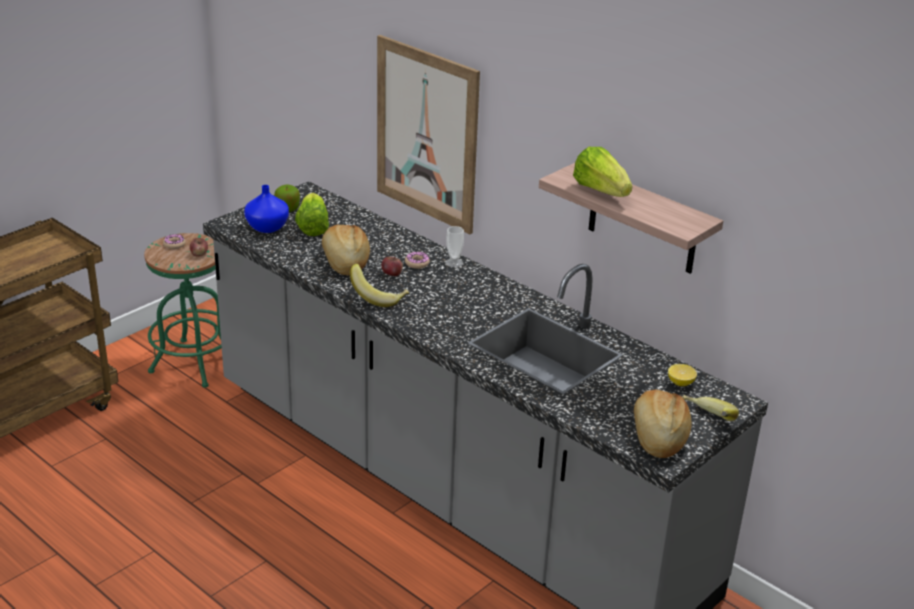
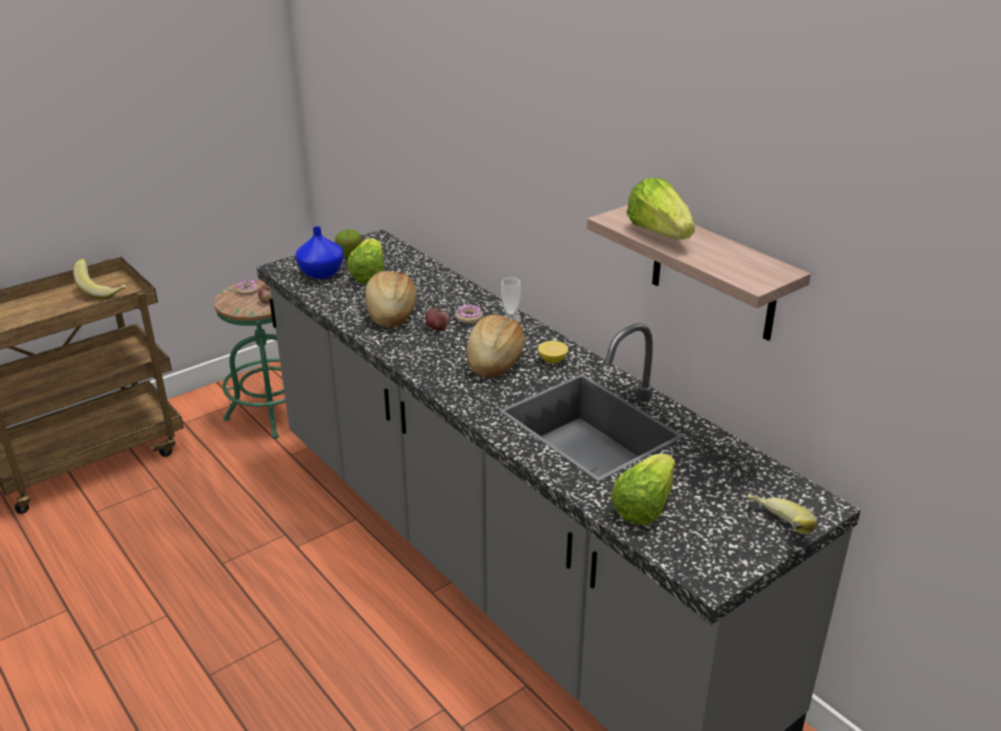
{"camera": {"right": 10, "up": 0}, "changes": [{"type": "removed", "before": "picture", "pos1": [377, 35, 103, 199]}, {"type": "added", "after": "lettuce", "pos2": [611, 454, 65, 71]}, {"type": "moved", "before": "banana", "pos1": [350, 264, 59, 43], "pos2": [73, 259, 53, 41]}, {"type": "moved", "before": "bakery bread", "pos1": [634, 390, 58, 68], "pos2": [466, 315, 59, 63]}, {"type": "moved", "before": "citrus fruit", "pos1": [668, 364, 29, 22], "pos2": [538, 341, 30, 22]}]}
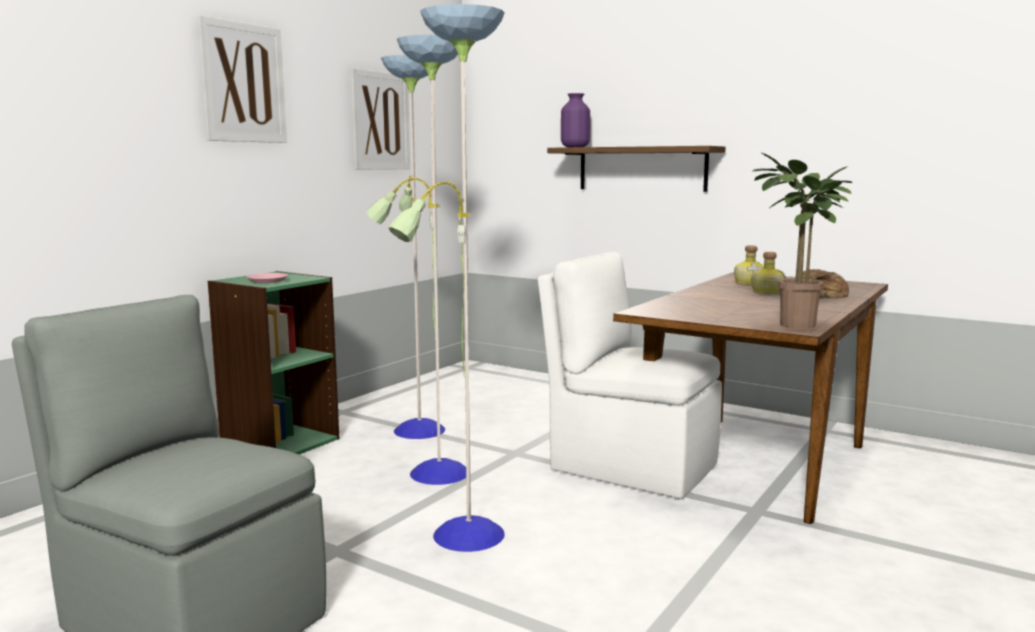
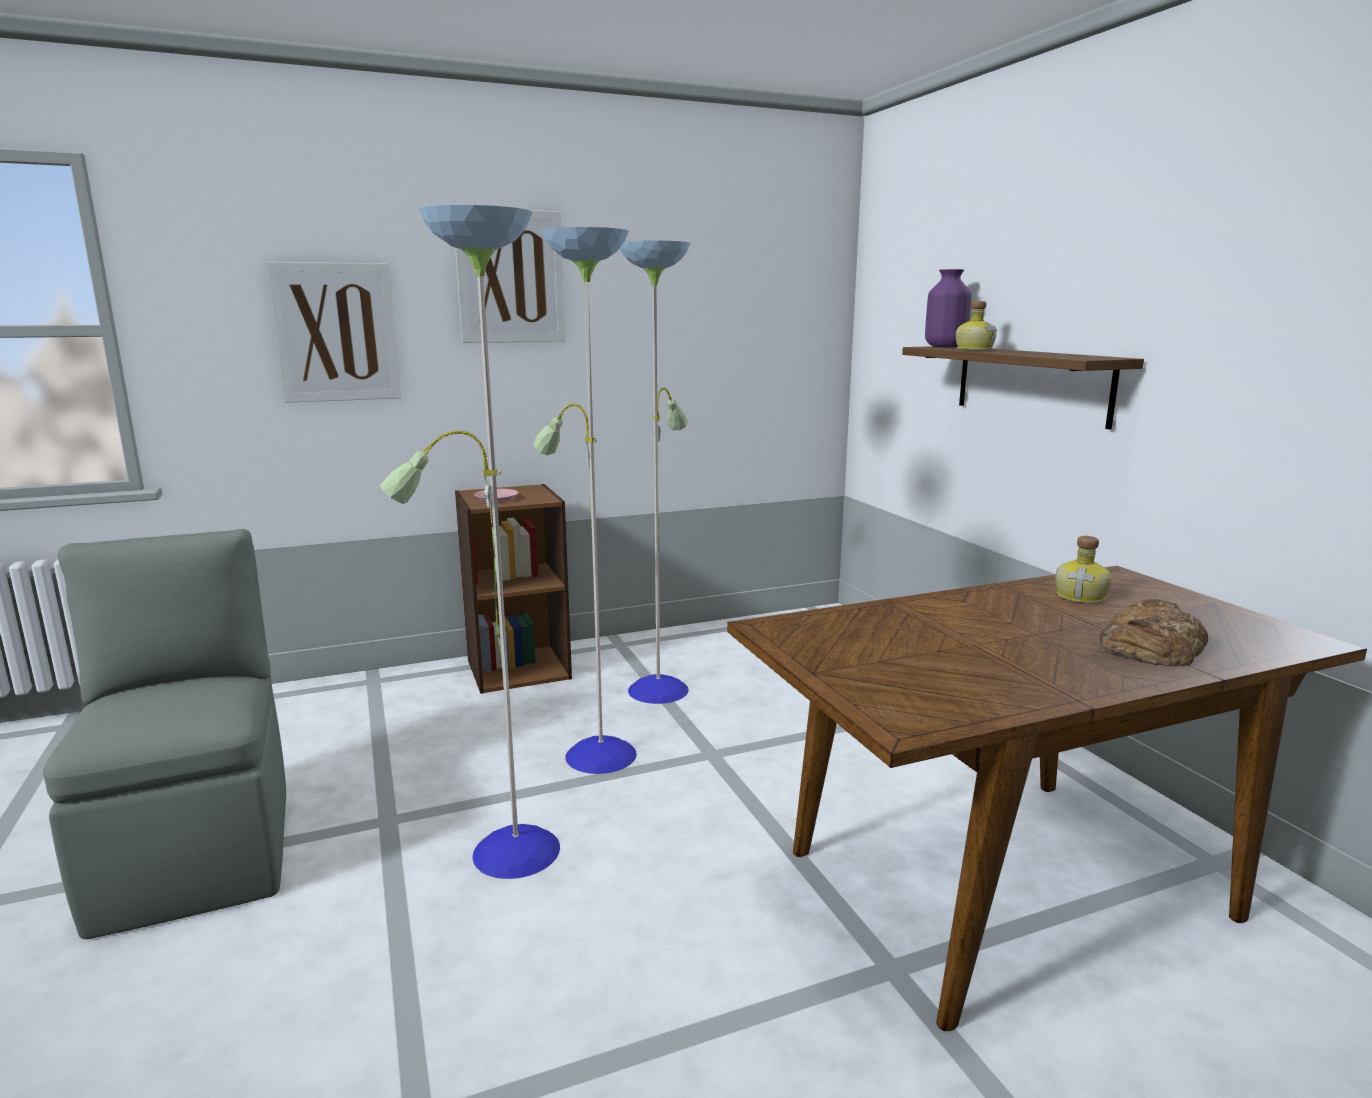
{"camera": {"right": 35, "up": 5}, "changes": [{"type": "removed", "before": "plain chair/whitish", "pos1": [538, 252, 184, 247]}, {"type": "removed", "before": "potted plant", "pos1": [753, 152, 99, 177]}, {"type": "moved", "before": "picture", "pos1": [350, 68, 60, 102], "pos2": [267, 262, 134, 141]}, {"type": "moved", "before": "beverage bottle", "pos1": [751, 252, 35, 42], "pos2": [956, 301, 41, 49]}, {"type": "recoloured", "before": "bookshelf/green", "after": "bookshelf/brownish", "pos1": [208, 271, 131, 184], "pos2": [455, 484, 117, 210]}]}
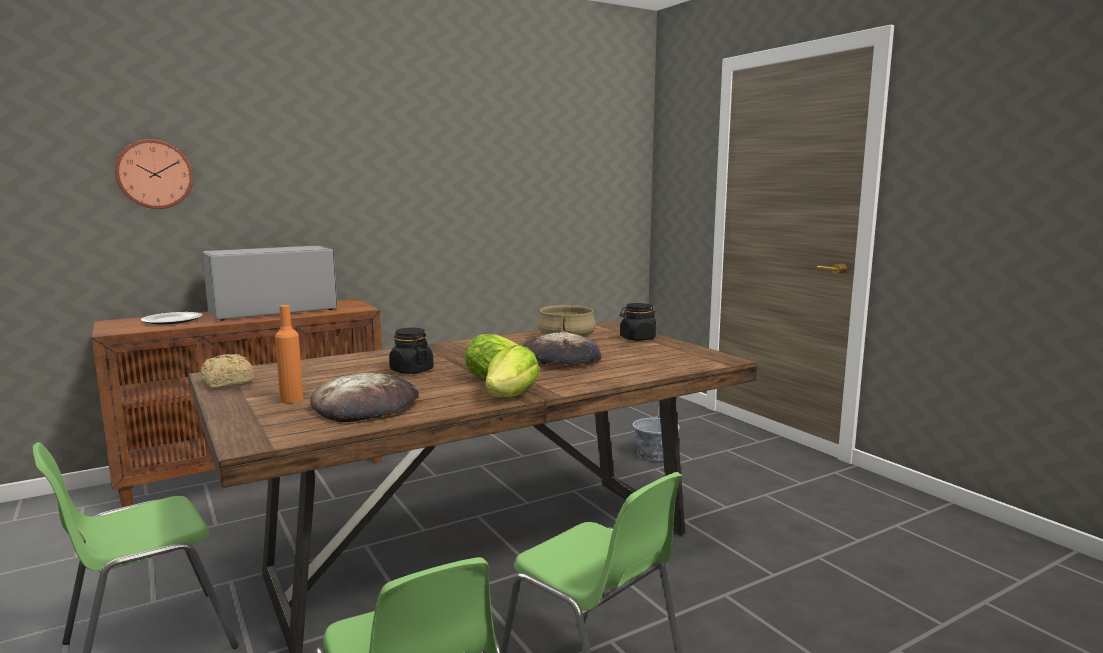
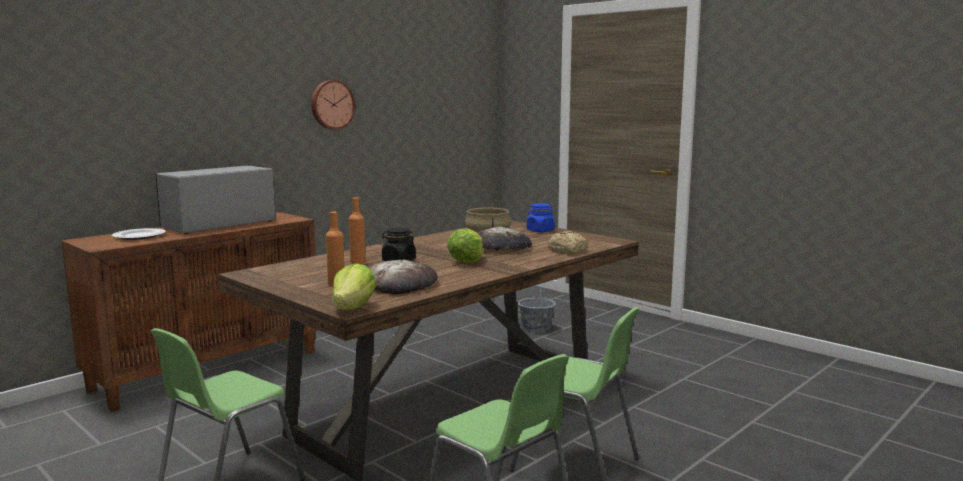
{"camera": {"right": -15, "up": 0}, "changes": [{"type": "added", "after": "beverage bottle/orangey", "pos2": [349, 197, 17, 67]}, {"type": "moved", "before": "hanging clock", "pos1": [115, 139, 78, 70], "pos2": [311, 80, 44, 50]}, {"type": "moved", "before": "bakery bread", "pos1": [200, 354, 56, 35], "pos2": [548, 231, 40, 23]}, {"type": "moved", "before": "lettuce", "pos1": [485, 345, 55, 52], "pos2": [332, 263, 44, 47]}, {"type": "recoloured", "before": "preserve jar/black-coloured", "after": "preserve jar/blue-coloured", "pos1": [619, 303, 37, 38], "pos2": [527, 203, 28, 29]}]}
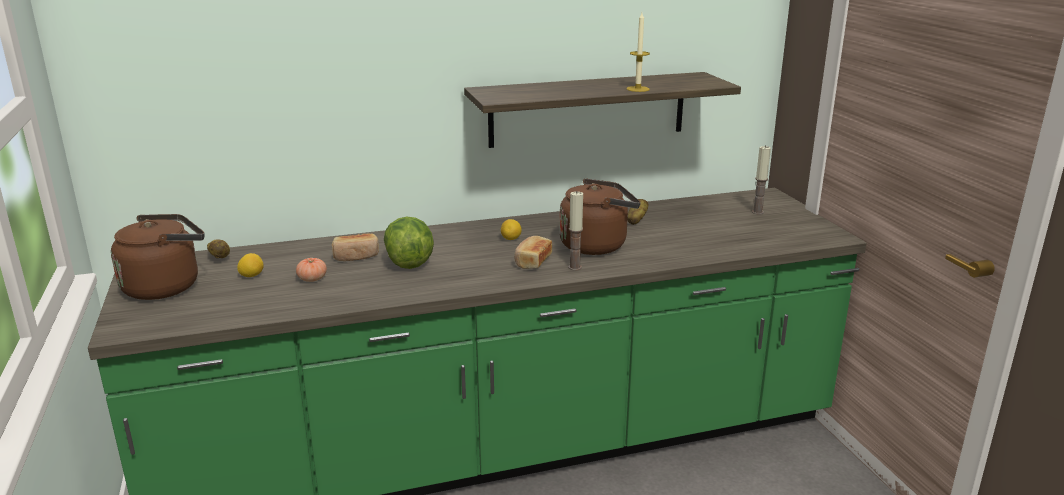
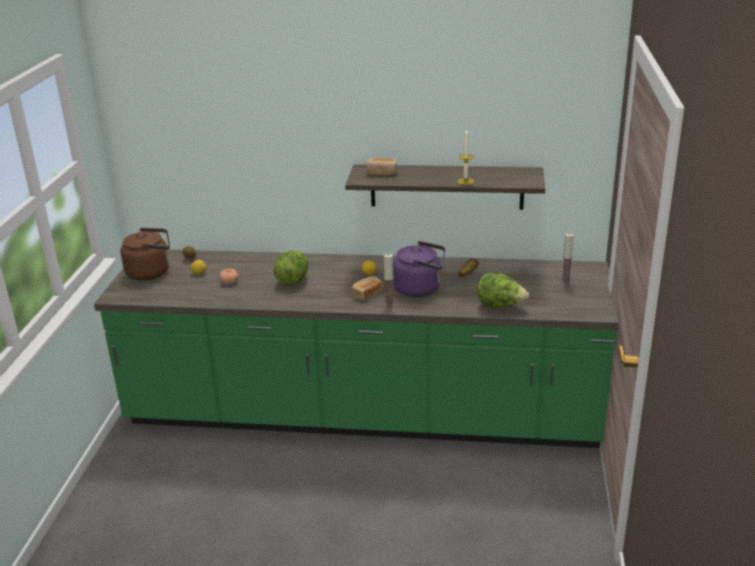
{"camera": {"right": 25, "up": 5}, "changes": [{"type": "added", "after": "lettuce", "pos2": [477, 273, 52, 35]}, {"type": "moved", "before": "bakery bread", "pos1": [332, 233, 47, 28], "pos2": [366, 158, 31, 18]}, {"type": "recoloured", "before": "water kettle/brownish", "after": "water kettle/purple-coloured", "pos1": [559, 179, 82, 76], "pos2": [393, 241, 52, 56]}]}
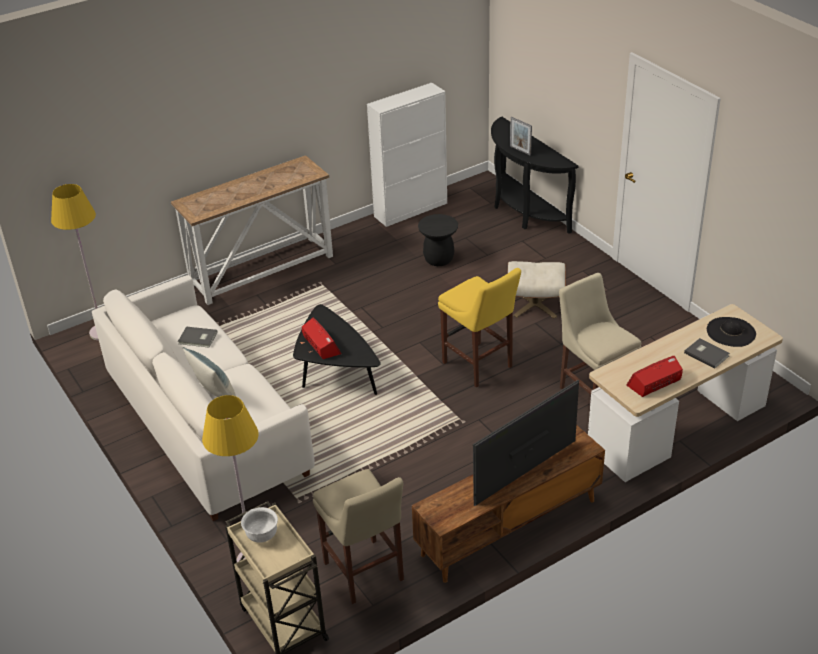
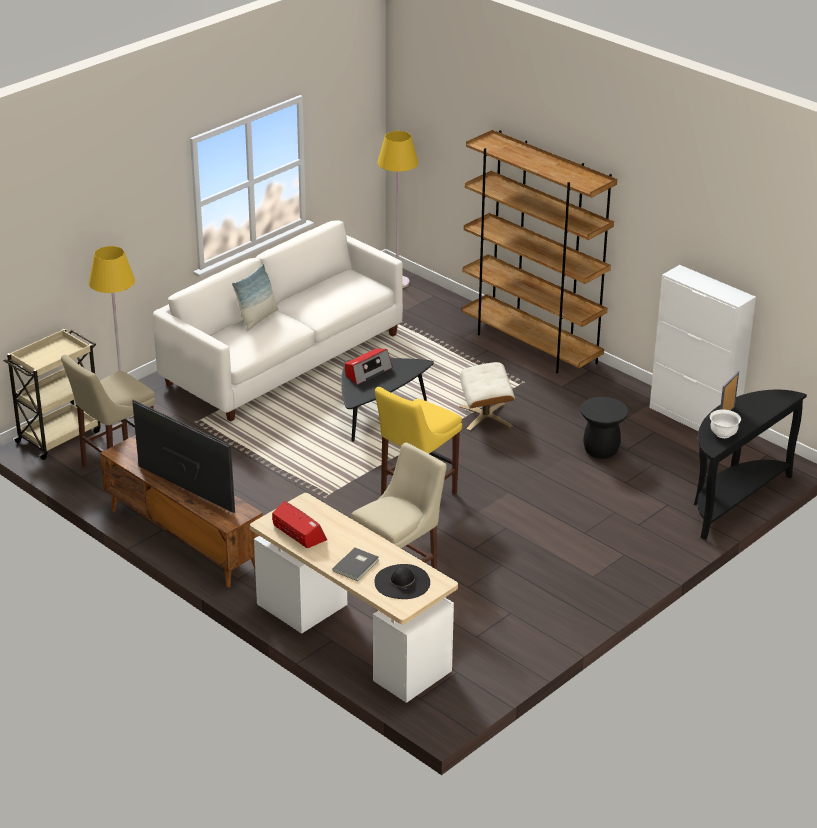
{"camera": {"right": 75, "up": -5}, "changes": [{"type": "removed", "before": "book/greyish", "pos1": [178, 327, 40, 21]}, {"type": "moved", "before": "bowl/whitish", "pos1": [241, 507, 37, 36], "pos2": [710, 410, 31, 28]}, {"type": "moved", "before": "footrest/sand-coloured", "pos1": [507, 261, 59, 57], "pos2": [460, 362, 55, 69]}, {"type": "replaced", "before": "hall table", "after": "bookshelf/brownish", "pos1": [171, 155, 162, 150], "pos2": [461, 130, 156, 243]}]}
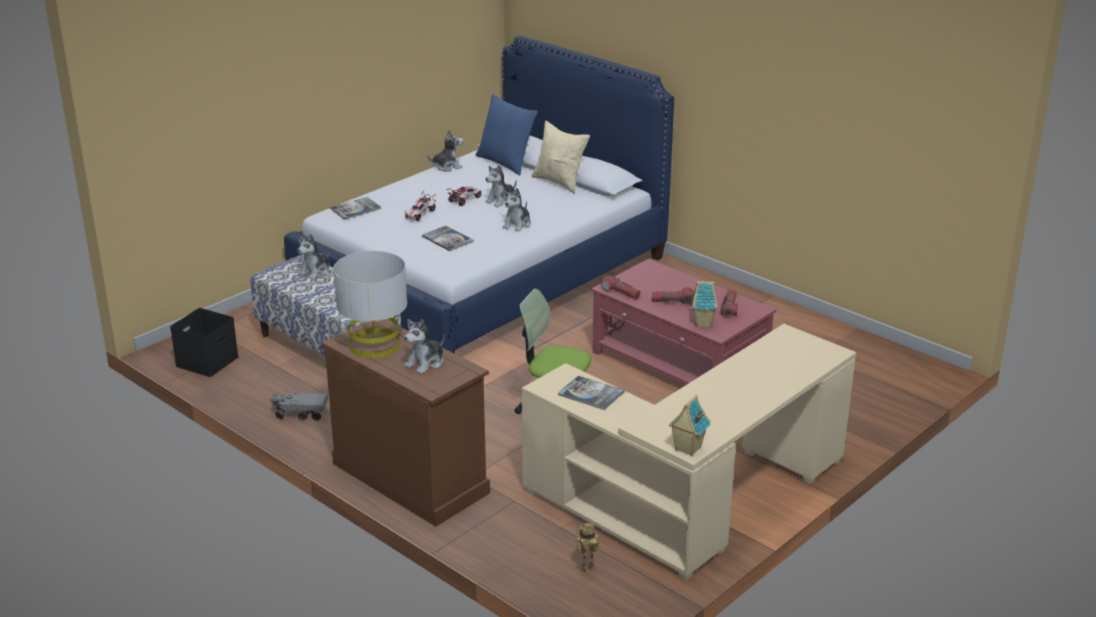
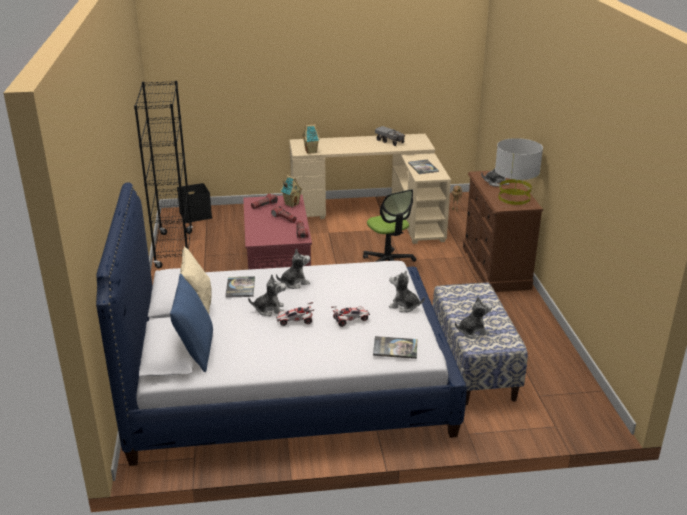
{"camera": {"right": -140, "up": 0}, "changes": [{"type": "added", "after": "bookshelf/black-coloured", "pos2": [134, 81, 59, 187]}, {"type": "moved", "before": "storage box/black-coloured", "pos1": [170, 308, 69, 69], "pos2": [177, 183, 35, 40]}, {"type": "moved", "before": "toy truck", "pos1": [270, 392, 58, 29], "pos2": [375, 126, 30, 20]}, {"type": "moved", "before": "book", "pos1": [422, 226, 52, 25], "pos2": [225, 276, 30, 22]}, {"type": "moved", "before": "soft toy", "pos1": [427, 130, 36, 41], "pos2": [389, 271, 36, 41]}, {"type": "moved", "before": "toy house", "pos1": [669, 395, 42, 61], "pos2": [302, 124, 18, 30]}]}
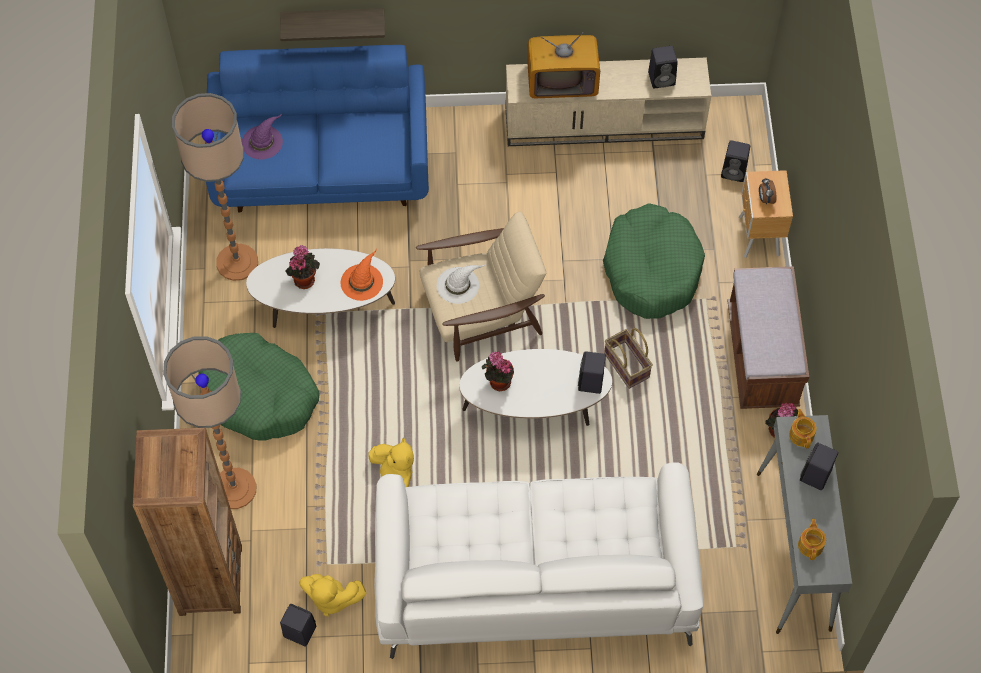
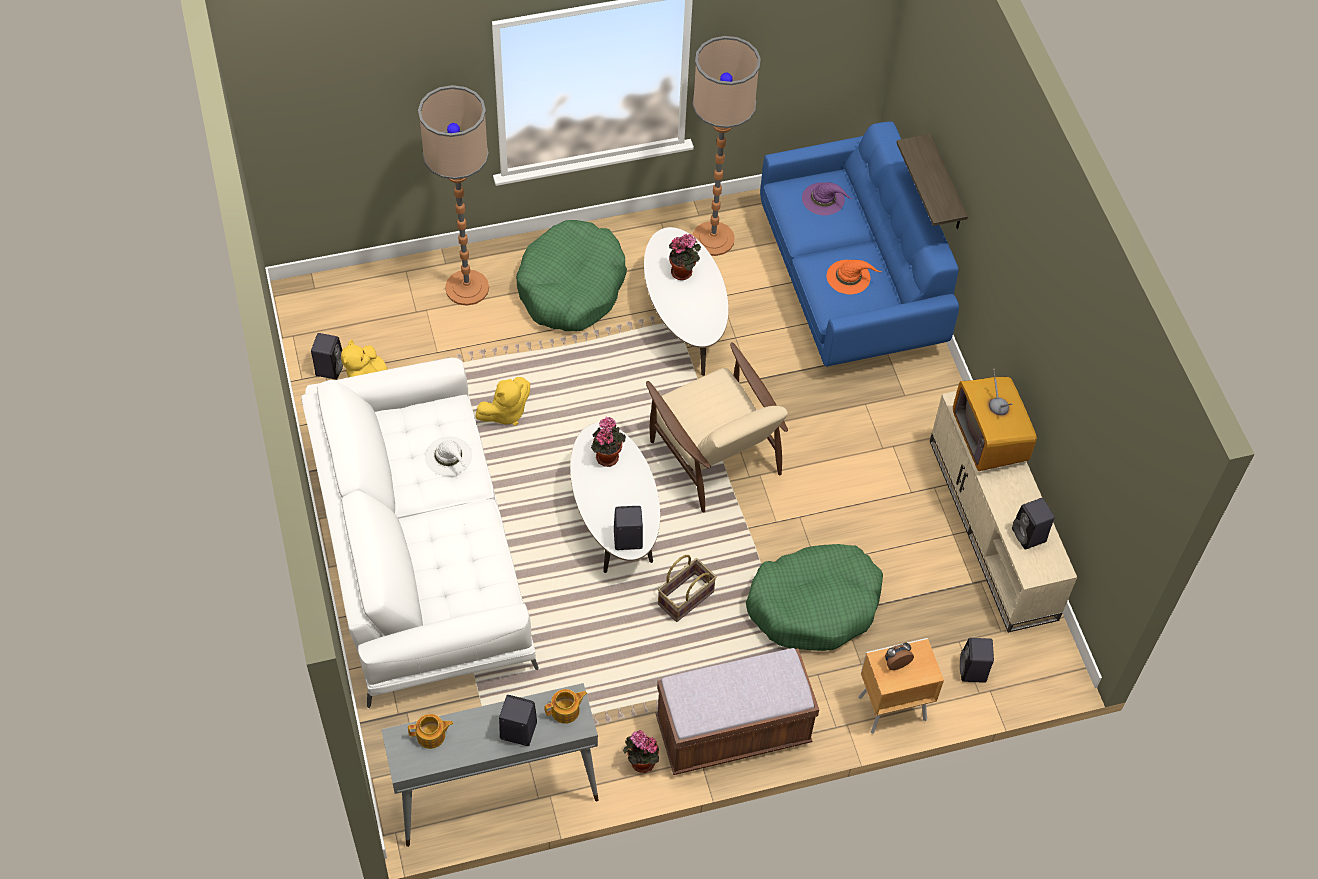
{"camera": {"right": 75, "up": -5}, "changes": [{"type": "removed", "before": "bookshelf/brownish", "pos1": [133, 428, 109, 188]}, {"type": "moved", "before": "hat/orangey", "pos1": [341, 249, 42, 52], "pos2": [827, 260, 54, 34]}, {"type": "moved", "before": "hat/whitish", "pos1": [437, 265, 48, 39], "pos2": [425, 437, 47, 39]}]}
